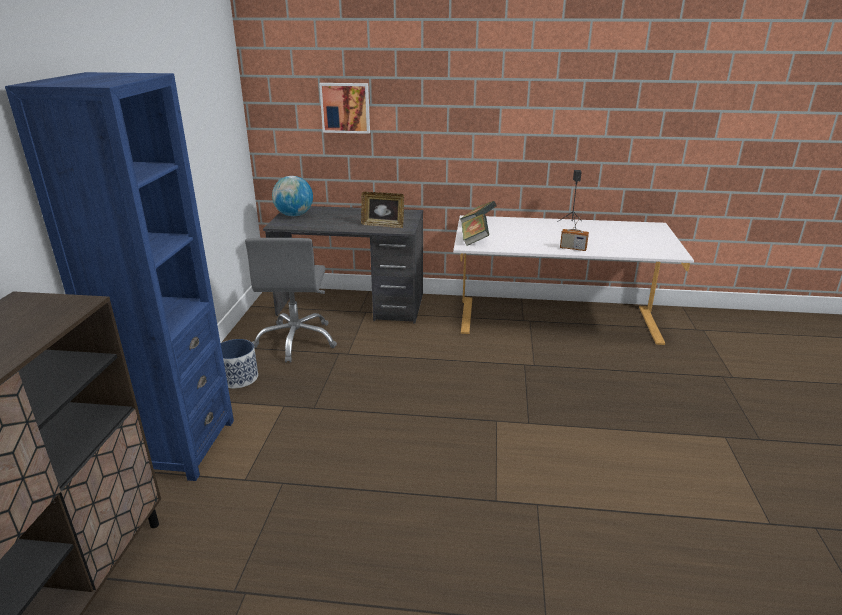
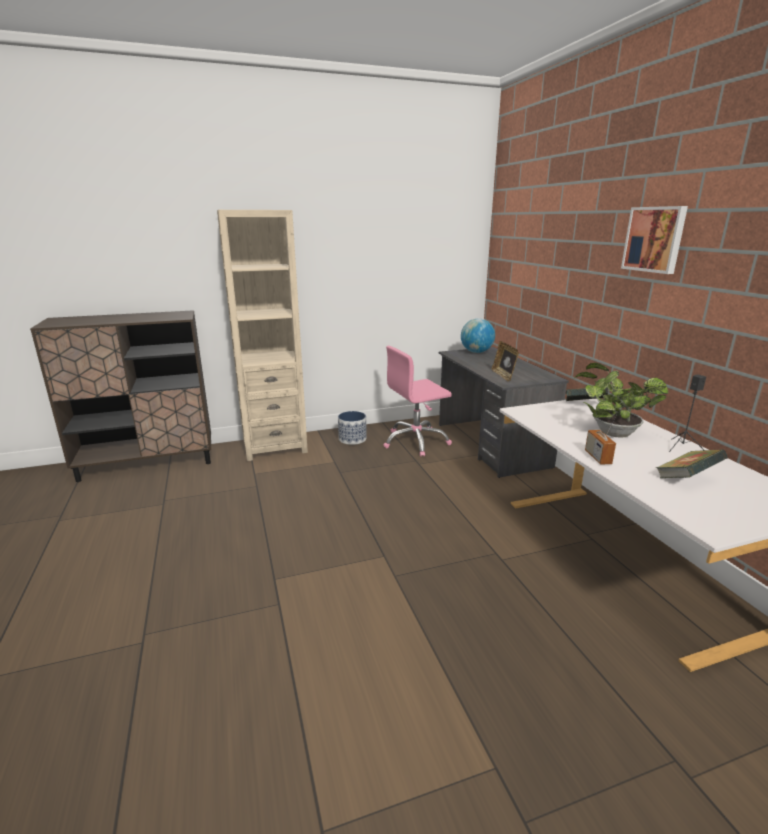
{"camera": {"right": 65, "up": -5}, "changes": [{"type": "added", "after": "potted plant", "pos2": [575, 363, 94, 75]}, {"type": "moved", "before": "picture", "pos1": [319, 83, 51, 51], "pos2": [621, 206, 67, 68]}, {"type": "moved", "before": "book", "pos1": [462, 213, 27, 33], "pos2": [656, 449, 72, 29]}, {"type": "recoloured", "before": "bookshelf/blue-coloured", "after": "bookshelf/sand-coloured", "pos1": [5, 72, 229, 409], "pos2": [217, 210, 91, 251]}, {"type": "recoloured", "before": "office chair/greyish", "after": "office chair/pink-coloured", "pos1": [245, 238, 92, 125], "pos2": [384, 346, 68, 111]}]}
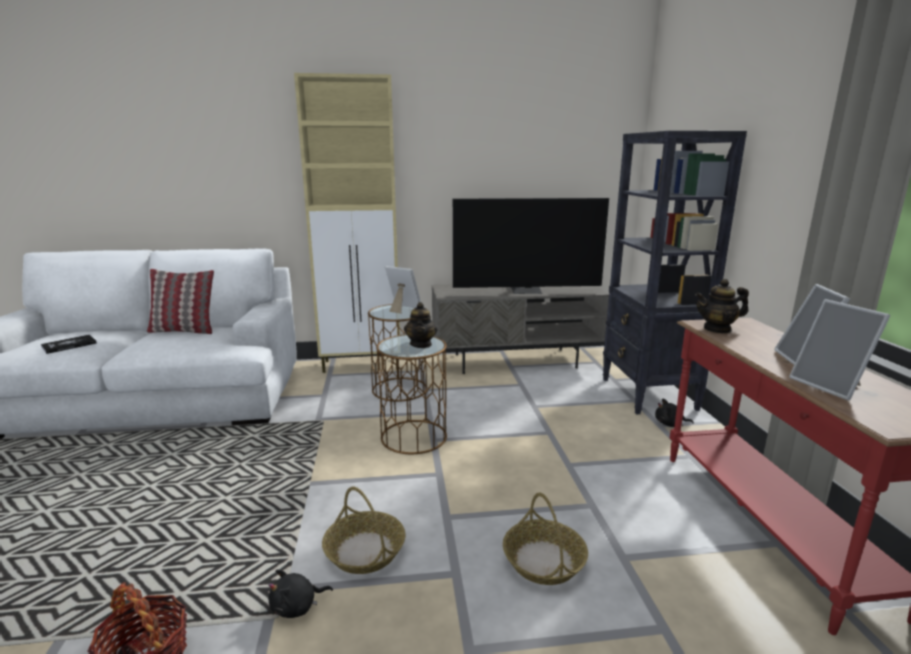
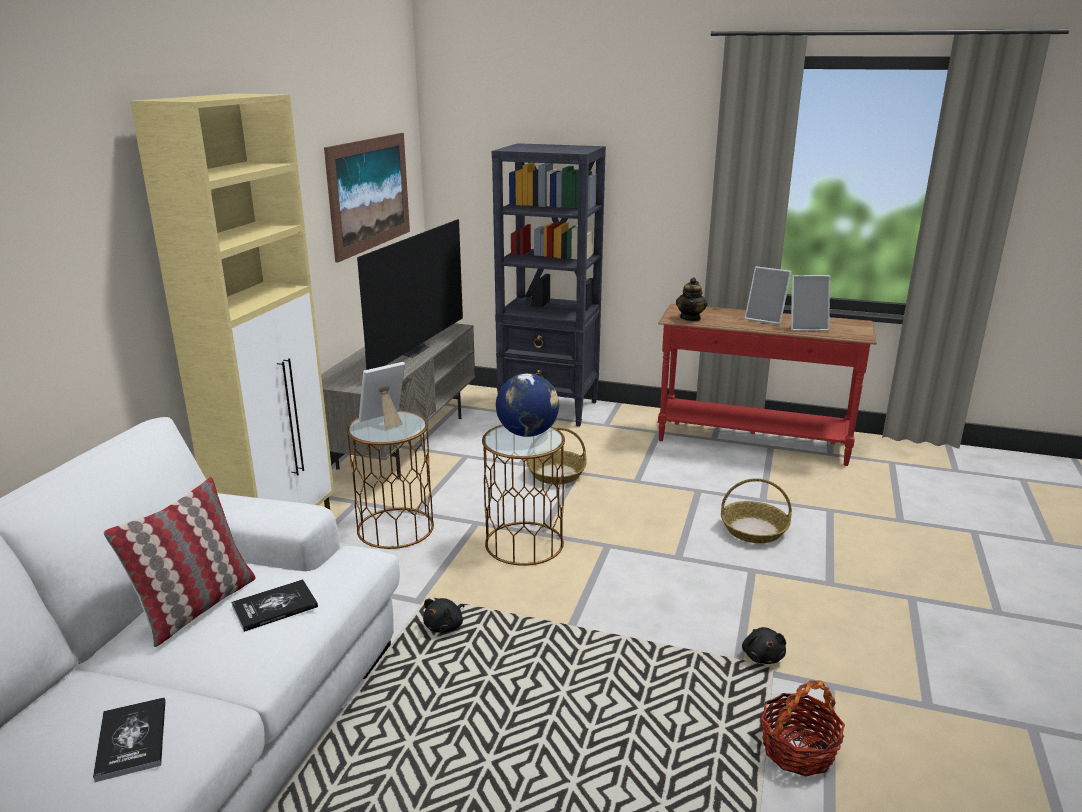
{"camera": {"right": -65, "up": 5}, "changes": [{"type": "added", "after": "book", "pos2": [231, 579, 87, 53]}, {"type": "added", "after": "picture", "pos2": [324, 133, 86, 129]}, {"type": "moved", "before": "household basket", "pos1": [322, 486, 83, 88], "pos2": [526, 427, 61, 58]}, {"type": "moved", "before": "soft toy/black-coloured", "pos1": [655, 398, 39, 29], "pos2": [423, 598, 42, 35]}, {"type": "replaced", "before": "tea pot", "after": "world globe", "pos1": [404, 302, 33, 46], "pos2": [496, 373, 63, 64]}]}
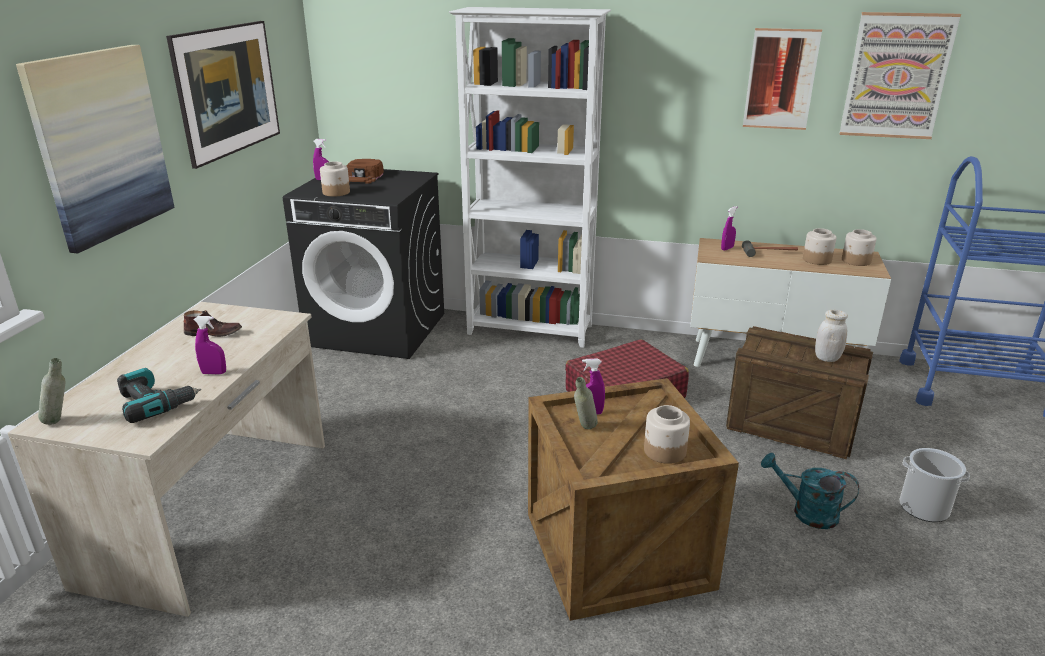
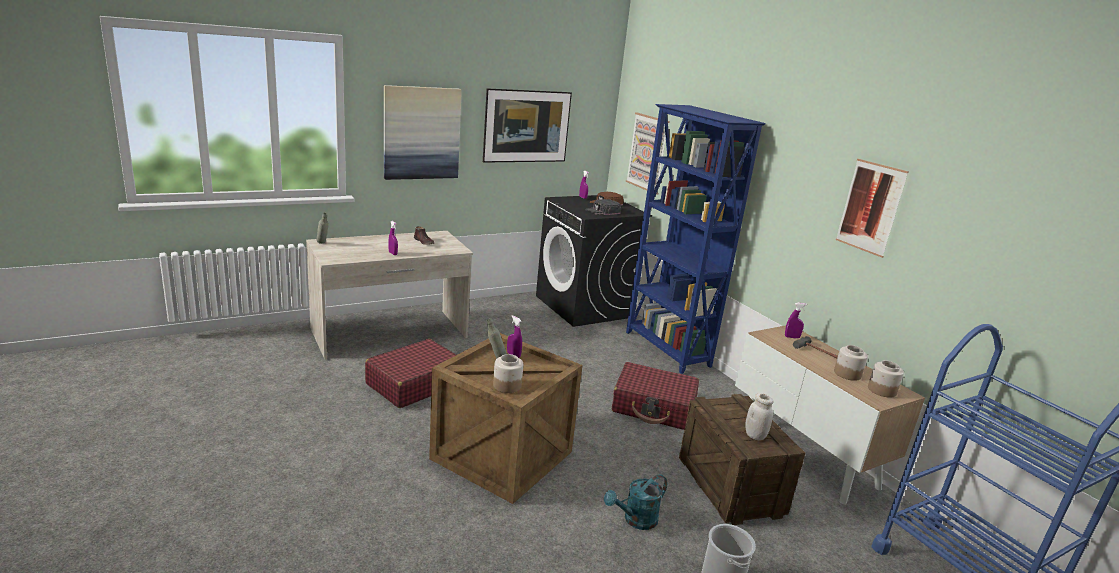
{"camera": {"right": 45, "up": -5}, "changes": [{"type": "removed", "before": "power drill", "pos1": [117, 368, 84, 55]}, {"type": "removed", "before": "preserve jar", "pos1": [320, 161, 30, 36]}, {"type": "added", "after": "suitcase/reddish", "pos2": [365, 339, 91, 69]}, {"type": "added", "after": "peaked cap/black-coloured", "pos2": [586, 199, 35, 16]}, {"type": "moved", "before": "picture", "pos1": [839, 12, 122, 127], "pos2": [626, 113, 44, 81]}, {"type": "recoloured", "before": "bookshelf/whitish", "after": "bookshelf/blue-coloured", "pos1": [449, 7, 162, 341], "pos2": [626, 104, 140, 270]}, {"type": "turned", "before": "watering can/turquoise-coloured", "pos1": [761, 453, 98, 76], "pos2": [604, 474, 64, 56], "turn": -105}]}
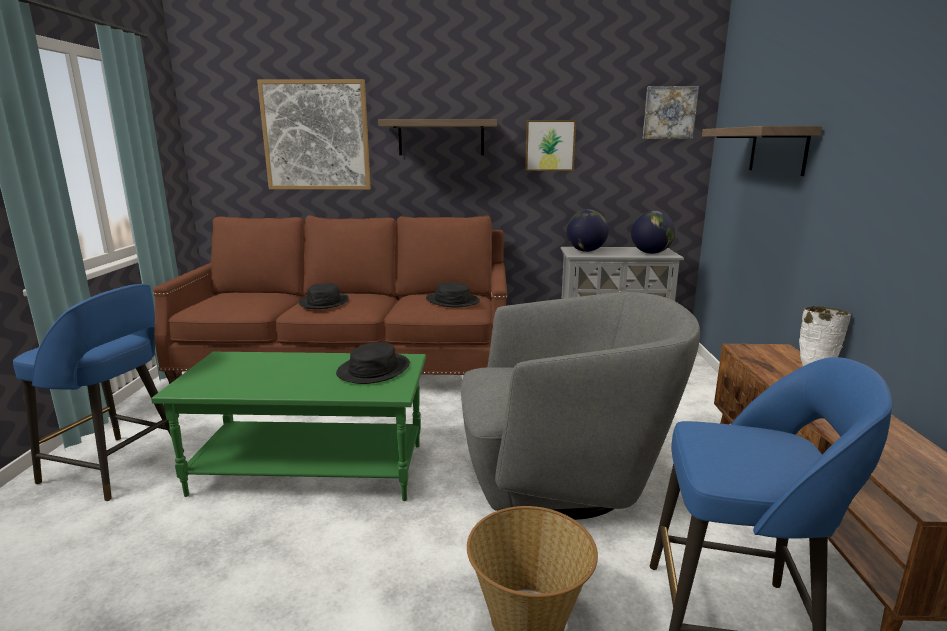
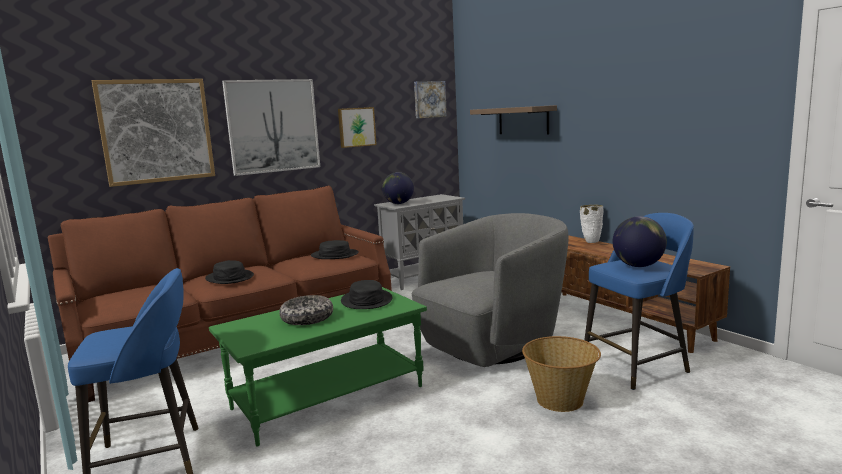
{"camera": {"right": -35, "up": -5}, "changes": [{"type": "added", "after": "bowl", "pos2": [279, 295, 54, 30]}, {"type": "moved", "before": "world globe", "pos1": [631, 211, 44, 43], "pos2": [613, 216, 54, 51]}, {"type": "replaced", "before": "wall shelf", "after": "picture", "pos1": [378, 119, 119, 36], "pos2": [222, 79, 98, 97]}]}
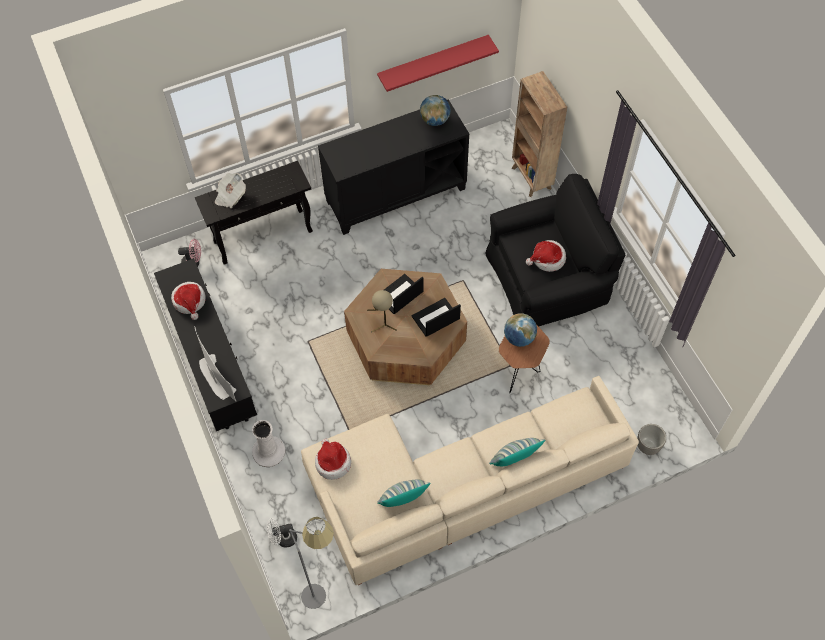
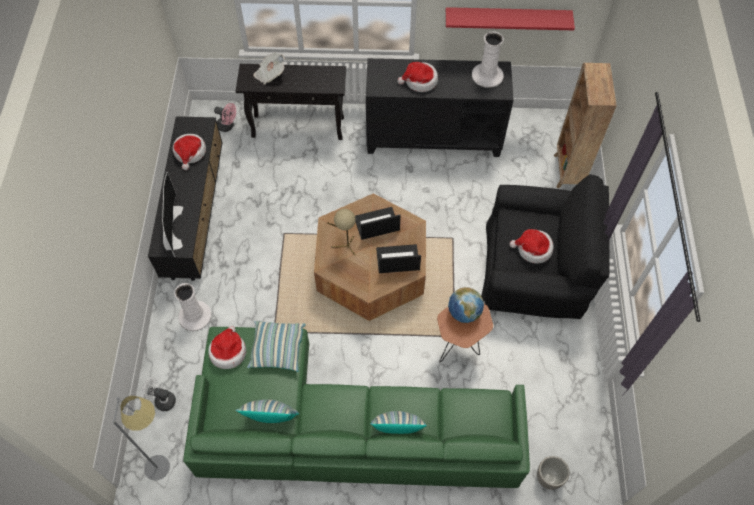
{"camera": {"right": 25, "up": 0}, "changes": [{"type": "added", "after": "cushion", "pos2": [247, 321, 59, 51]}, {"type": "added", "after": "hat", "pos2": [398, 62, 40, 30]}, {"type": "replaced", "before": "world globe", "after": "flower vase/whitish", "pos1": [420, 95, 30, 31], "pos2": [472, 31, 32, 57]}, {"type": "recoloured", "before": "sofa/sand-coloured", "after": "sofa/green", "pos1": [301, 376, 338, 209], "pos2": [183, 327, 347, 161]}]}
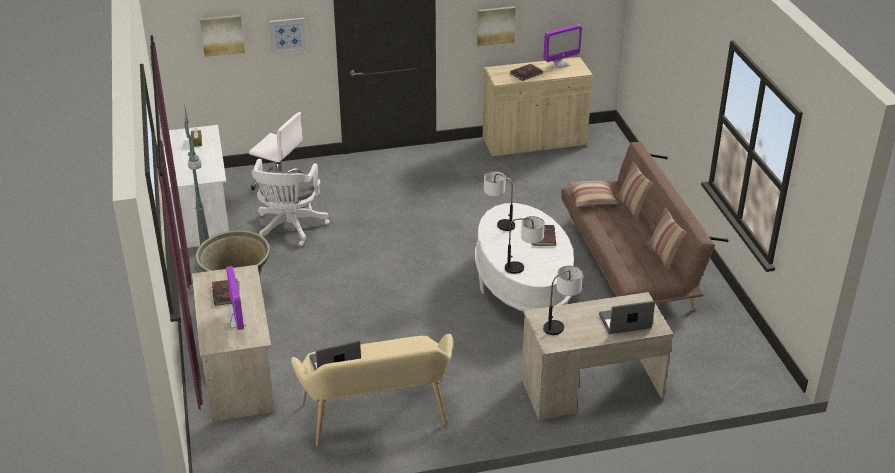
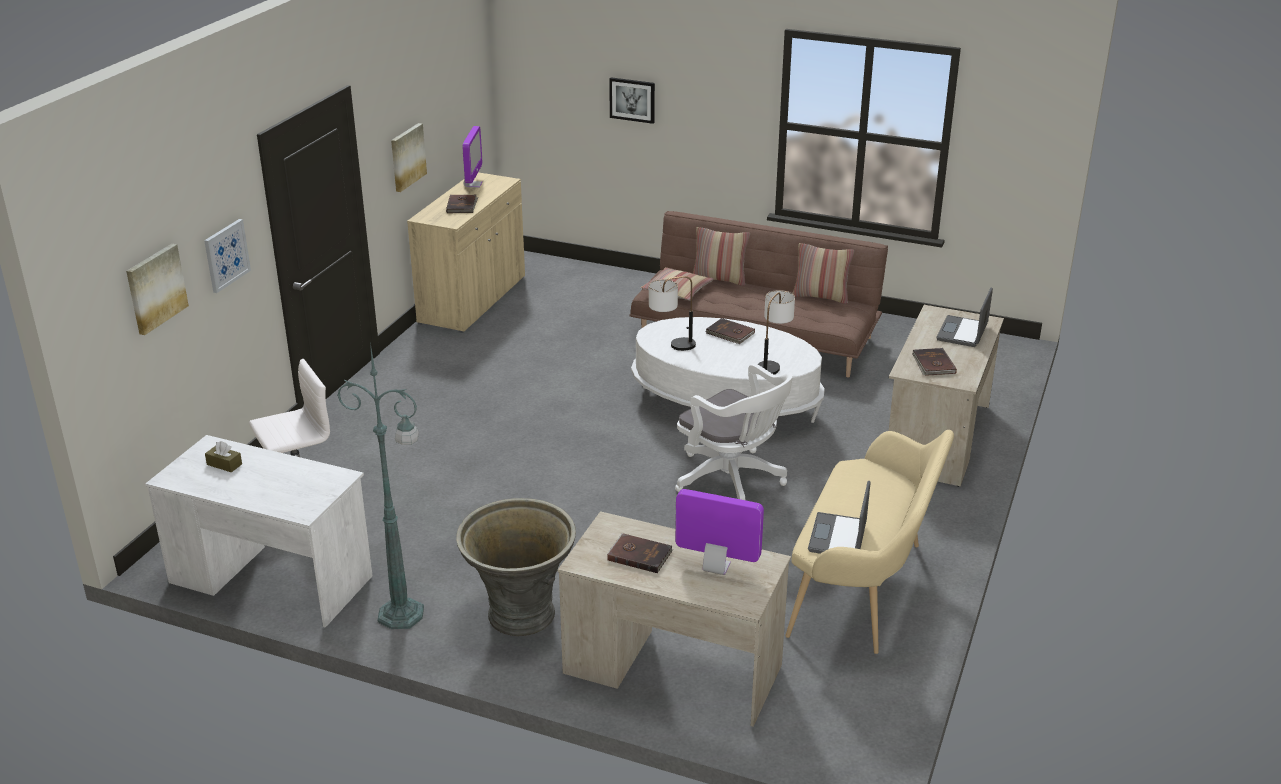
{"camera": {"right": -55, "up": -5}, "changes": [{"type": "added", "after": "picture", "pos2": [609, 77, 46, 47]}, {"type": "moved", "before": "office chair/whitish", "pos1": [251, 159, 79, 87], "pos2": [675, 364, 118, 136]}, {"type": "replaced", "before": "lamp for a table", "after": "book/brownish", "pos1": [543, 266, 40, 69], "pos2": [912, 348, 45, 28]}]}
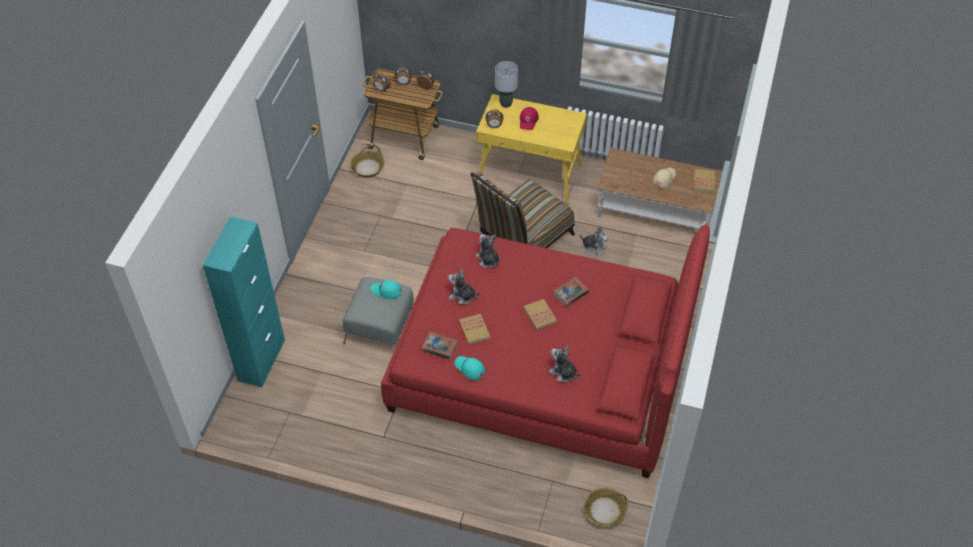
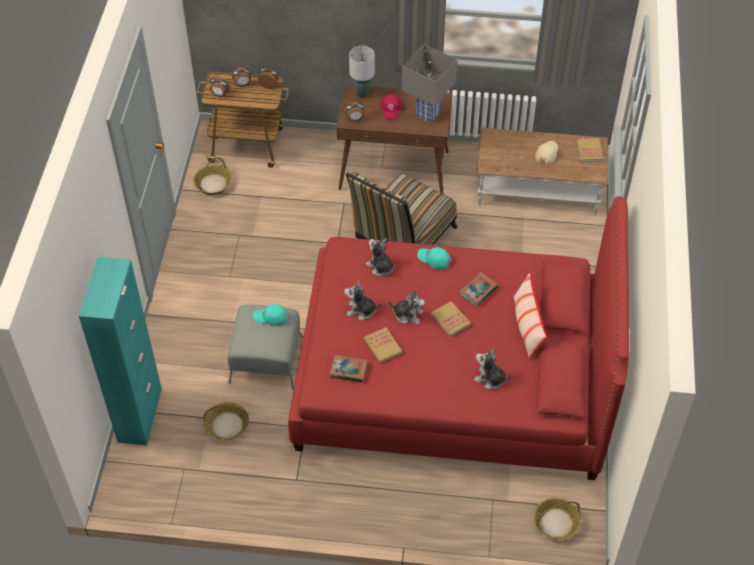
{"camera": {"right": -10, "up": 0}, "changes": [{"type": "added", "after": "household basket", "pos2": [203, 402, 46, 38]}, {"type": "added", "after": "lamp for a table/greyish", "pos2": [402, 44, 55, 79]}, {"type": "added", "after": "cushion", "pos2": [513, 273, 34, 87]}, {"type": "moved", "before": "peaked cap/turquoise-coloured", "pos1": [454, 356, 32, 24], "pos2": [417, 247, 34, 23]}, {"type": "moved", "before": "soft toy", "pos1": [580, 227, 28, 29], "pos2": [389, 290, 36, 35]}, {"type": "recoloured", "before": "desk table/yellow", "after": "desk table/brownish", "pos1": [476, 94, 111, 111], "pos2": [337, 85, 116, 108]}]}
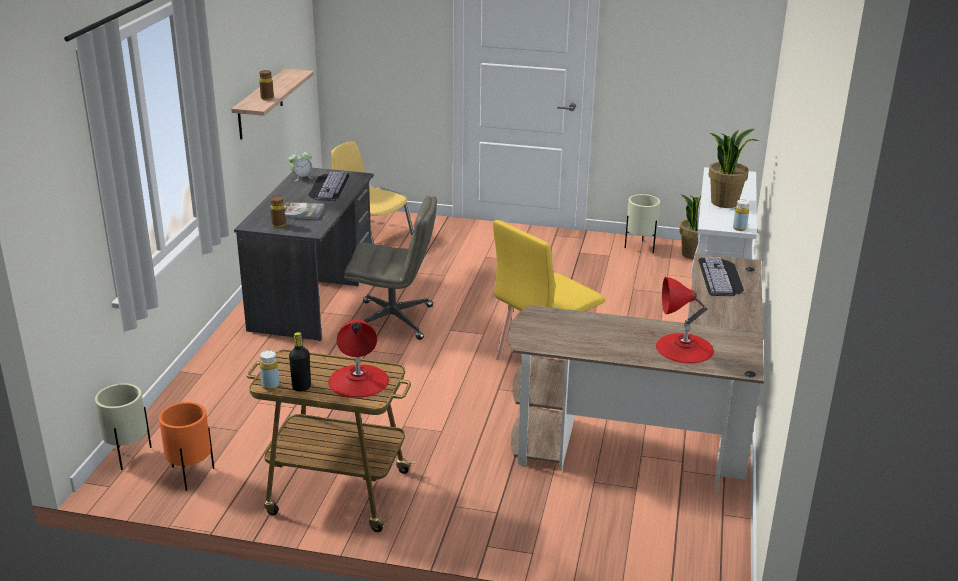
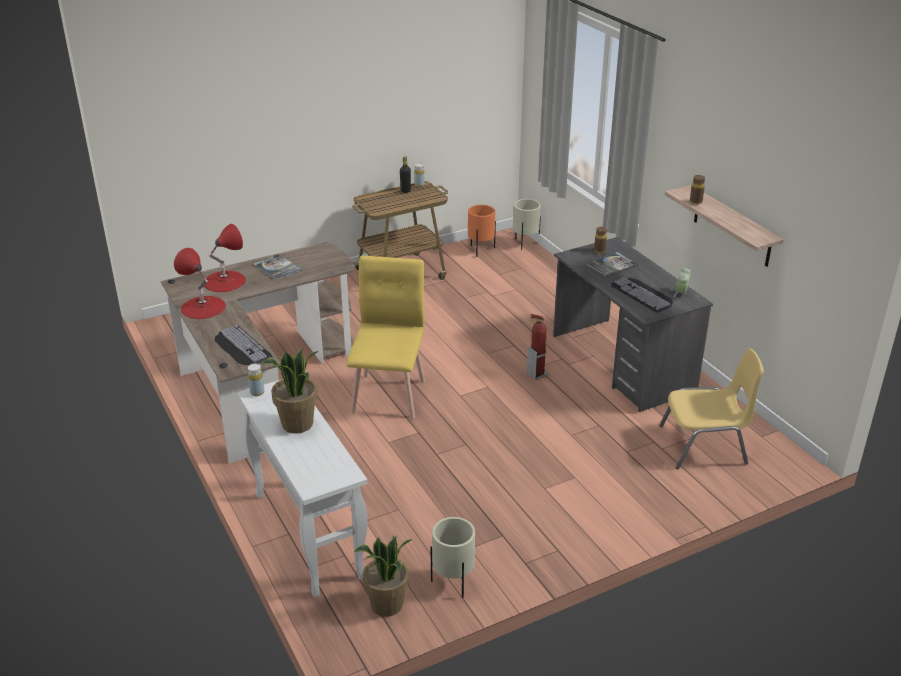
{"camera": {"right": 140, "up": 5}, "changes": [{"type": "added", "after": "book", "pos2": [253, 254, 49, 26]}, {"type": "moved", "before": "lamp for a table/reddish", "pos1": [328, 320, 61, 78], "pos2": [174, 248, 52, 71]}, {"type": "replaced", "before": "office chair/greyish", "after": "fire extinguisher", "pos1": [344, 196, 93, 144], "pos2": [526, 314, 22, 66]}]}
